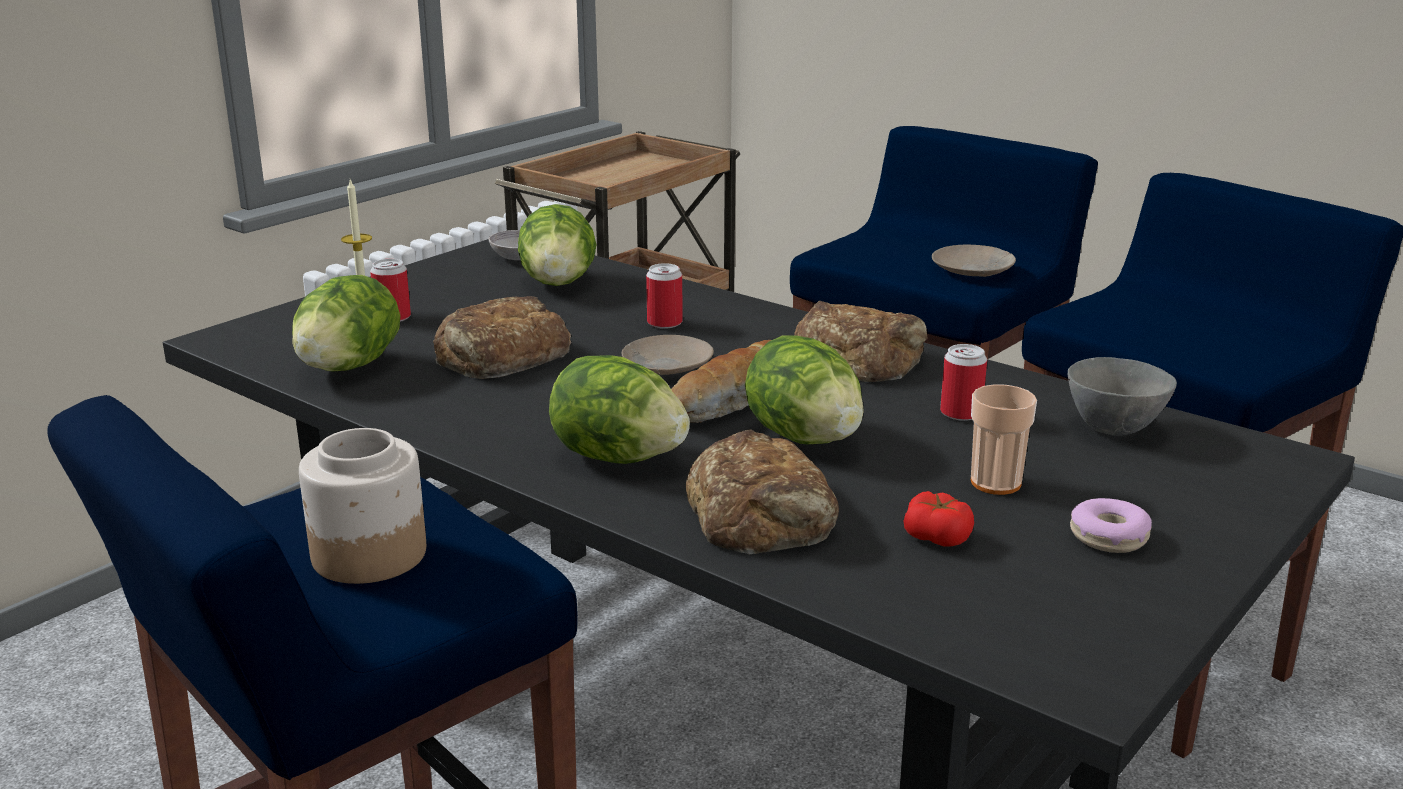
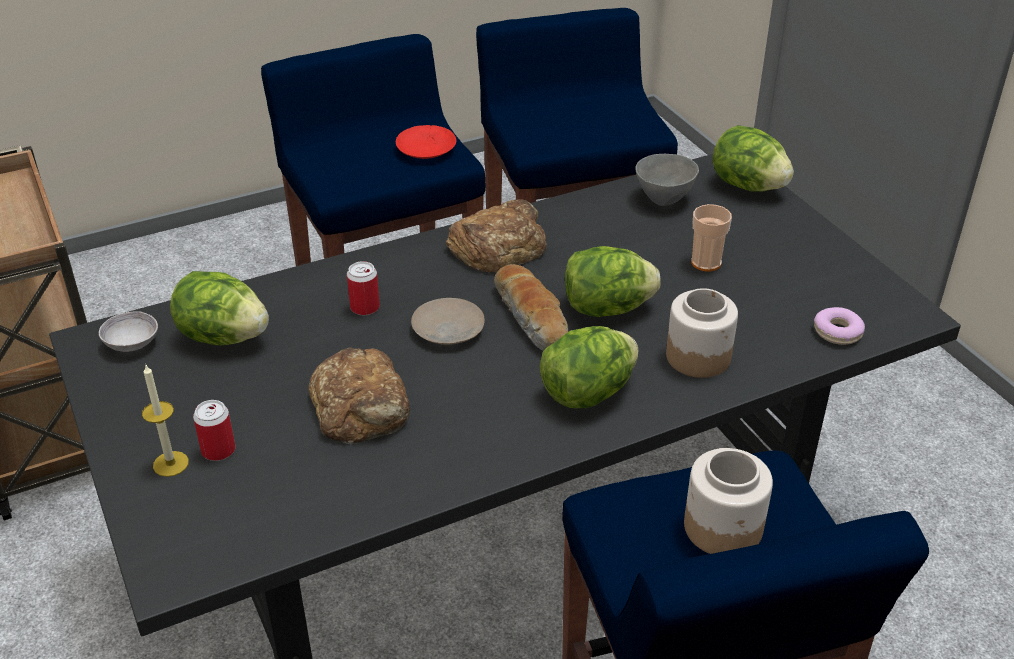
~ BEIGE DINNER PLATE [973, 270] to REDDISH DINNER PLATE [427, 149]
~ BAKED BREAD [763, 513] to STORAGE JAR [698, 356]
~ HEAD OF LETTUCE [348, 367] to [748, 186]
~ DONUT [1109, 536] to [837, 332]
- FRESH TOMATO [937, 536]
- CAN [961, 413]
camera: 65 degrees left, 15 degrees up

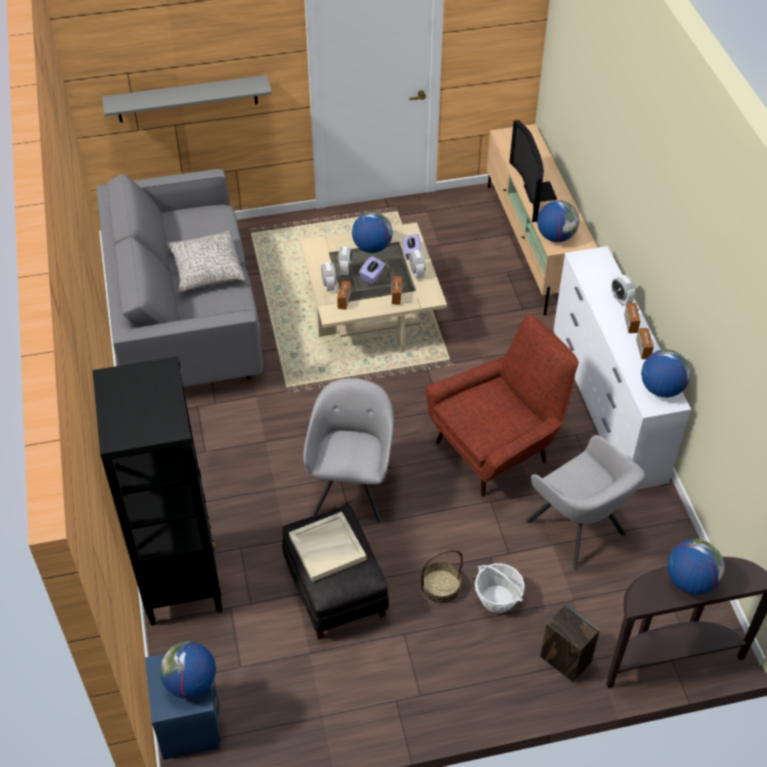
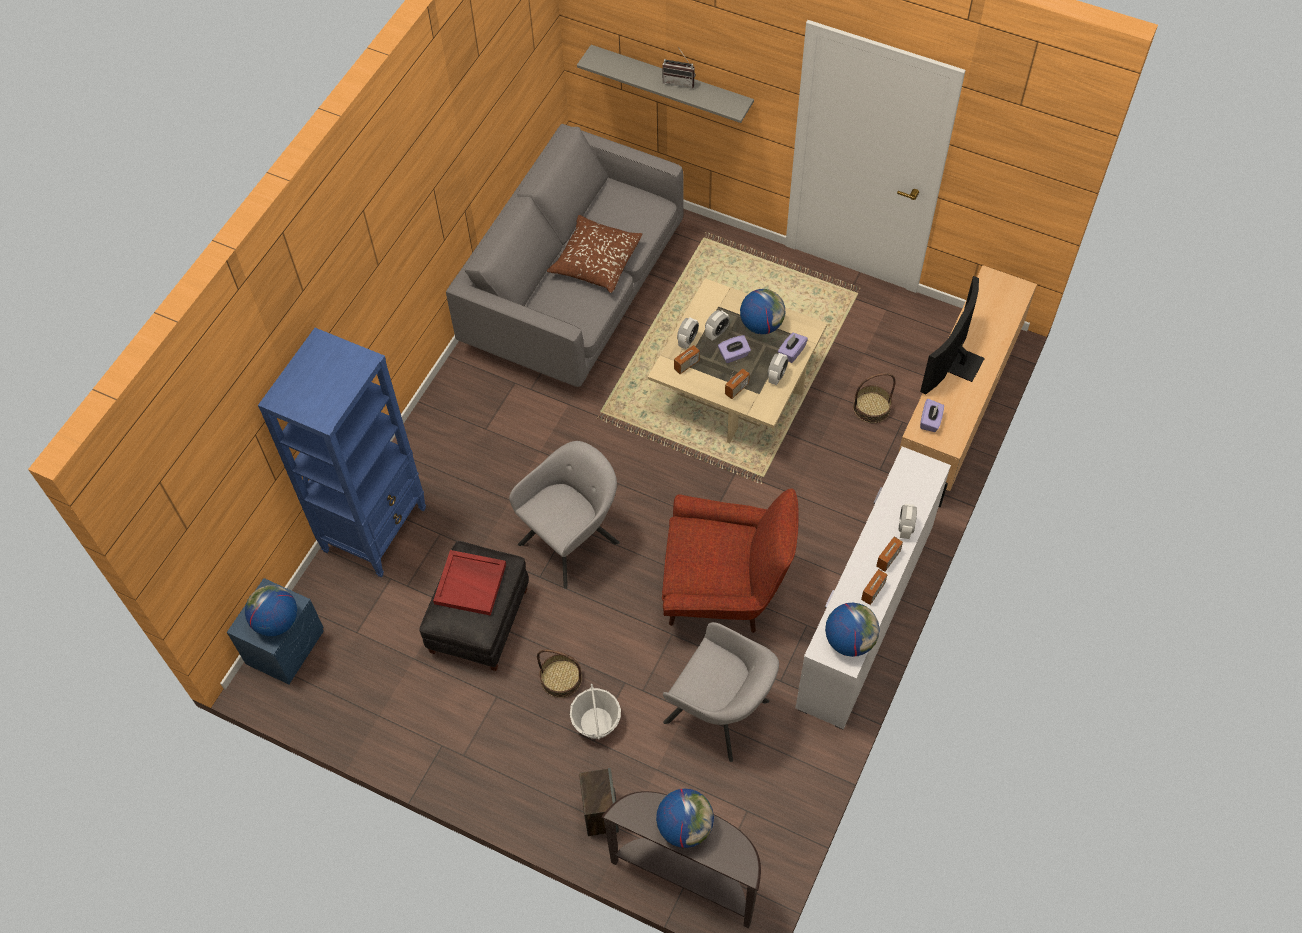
~ BLACK-COLOURED BOOKCASE [181, 579] to BLUE-COLOURED BOOKCASE [376, 529]
~ BEIGE TRAY [327, 547] to REDDISH TRAY [471, 583]
~ GREY PILLOW [206, 269] to BROWNISH PILLOW [596, 261]
+ RADIO [679, 81]
~ GREY ARMCHAIR [579, 531] = [721, 714] 60 degrees counterclockwise
+ STORAGE BASKET [871, 408]
~ GLOBE [556, 236] to PURPLE-COLOURED BOX OF TISSUES [930, 421]
camera: 40 degrees right, 10 degrees up

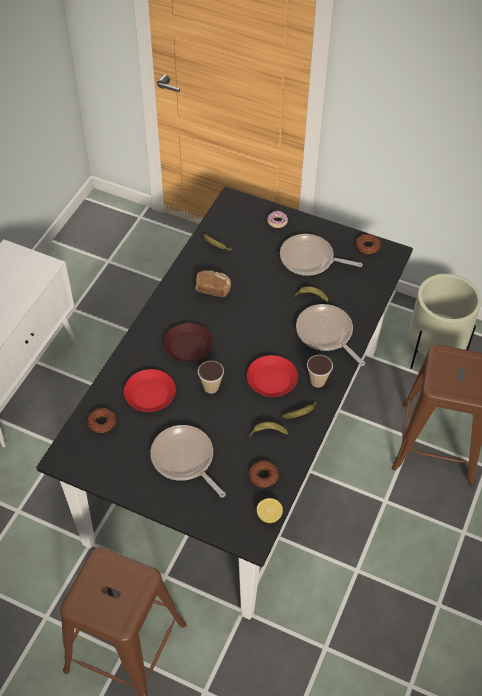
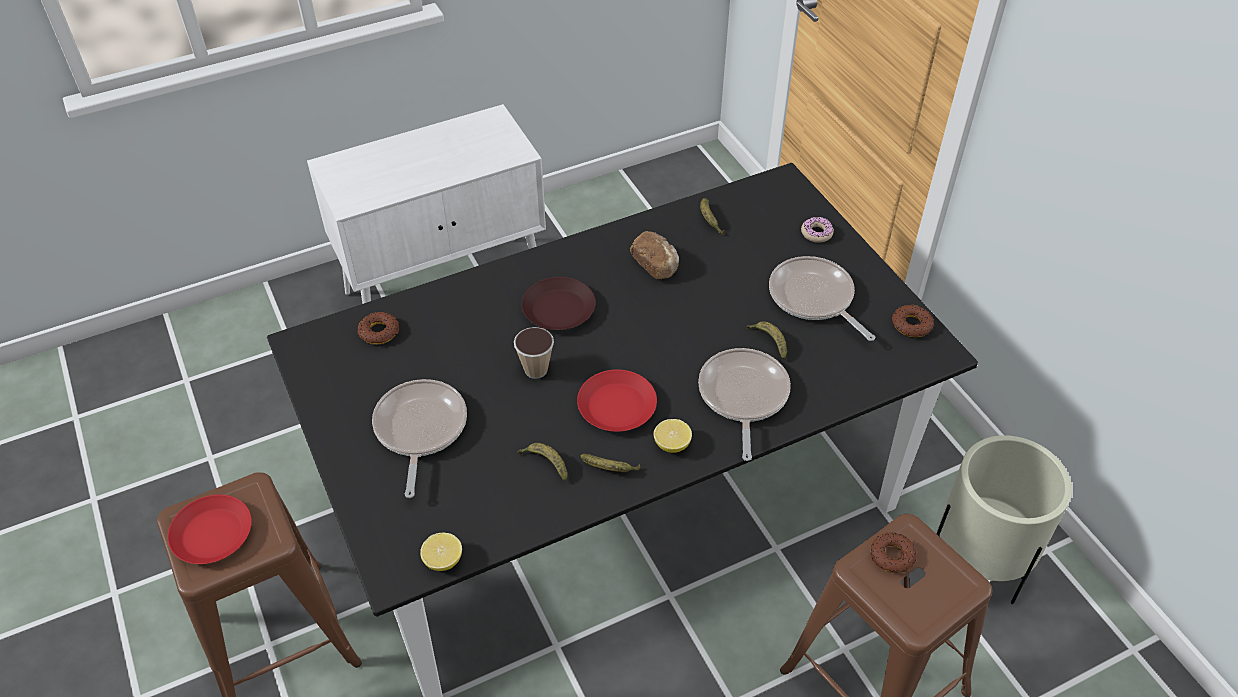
~ REDDISH DINNER PLATE [150, 394] to [213, 535]
~ CUP [317, 381] to CITRUS FRUIT [672, 444]
~ DONUT [263, 476] to [891, 556]
camera: 40 degrees right, 5 degrees down

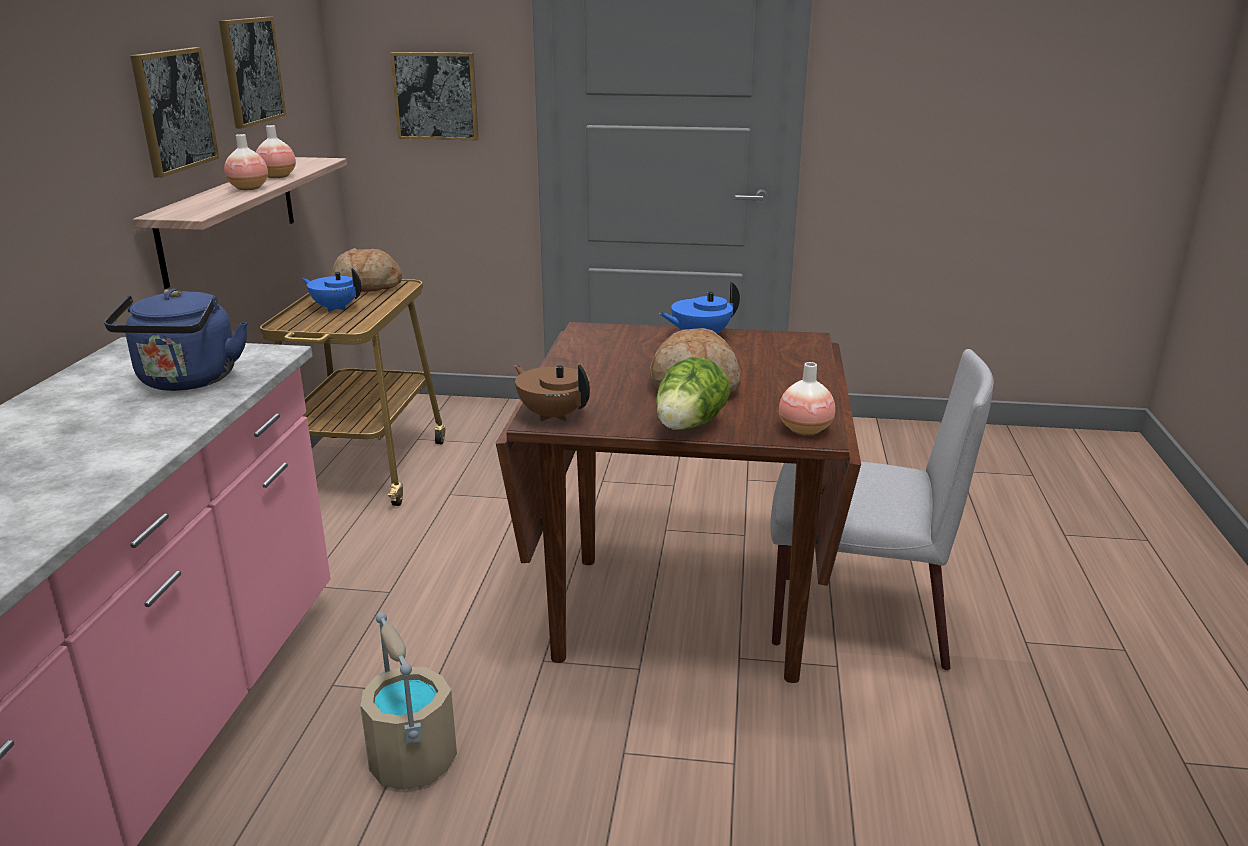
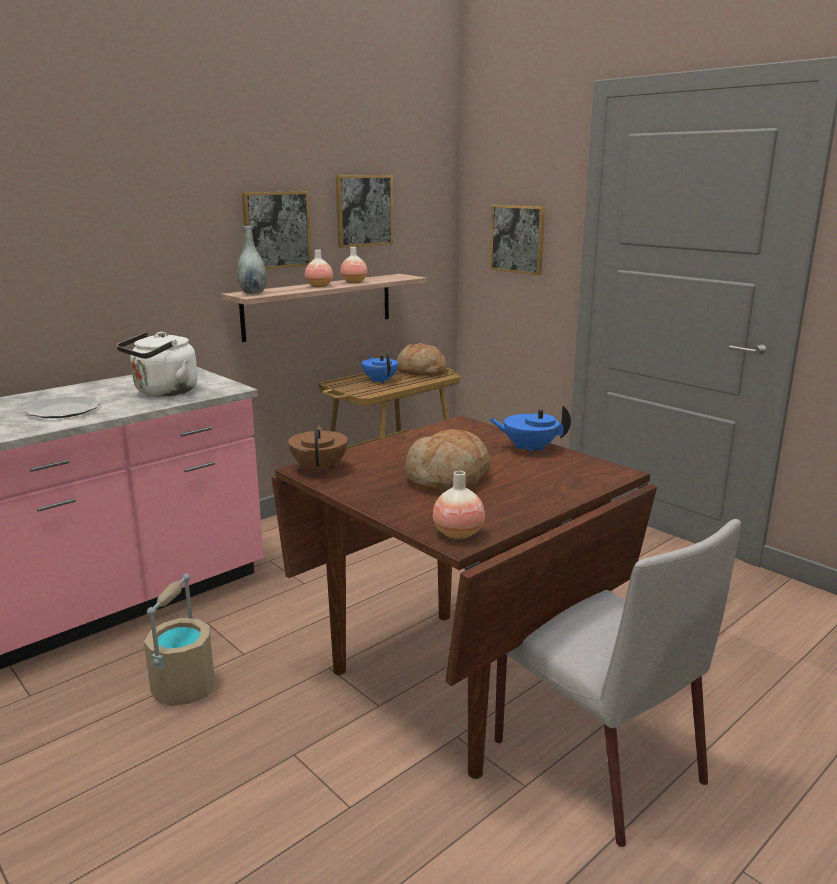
+ DINNER PLATE [65, 410]
~ BLUE-COLOURED TEA KETTLE [187, 382] to WHITE-COLOURED TEA KETTLE [163, 392]
+ GREY FLOWER VASE [253, 293]
- HEAD OF LETTUCE [688, 427]
camera: 40 degrees right, 5 degrees down

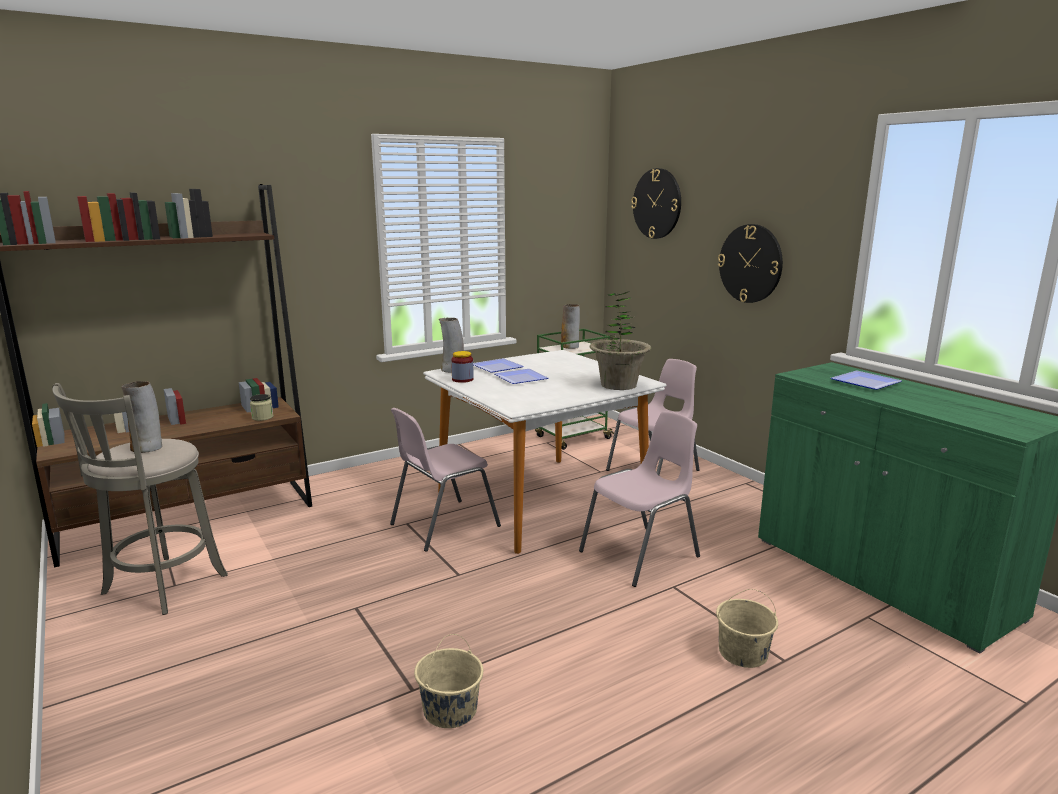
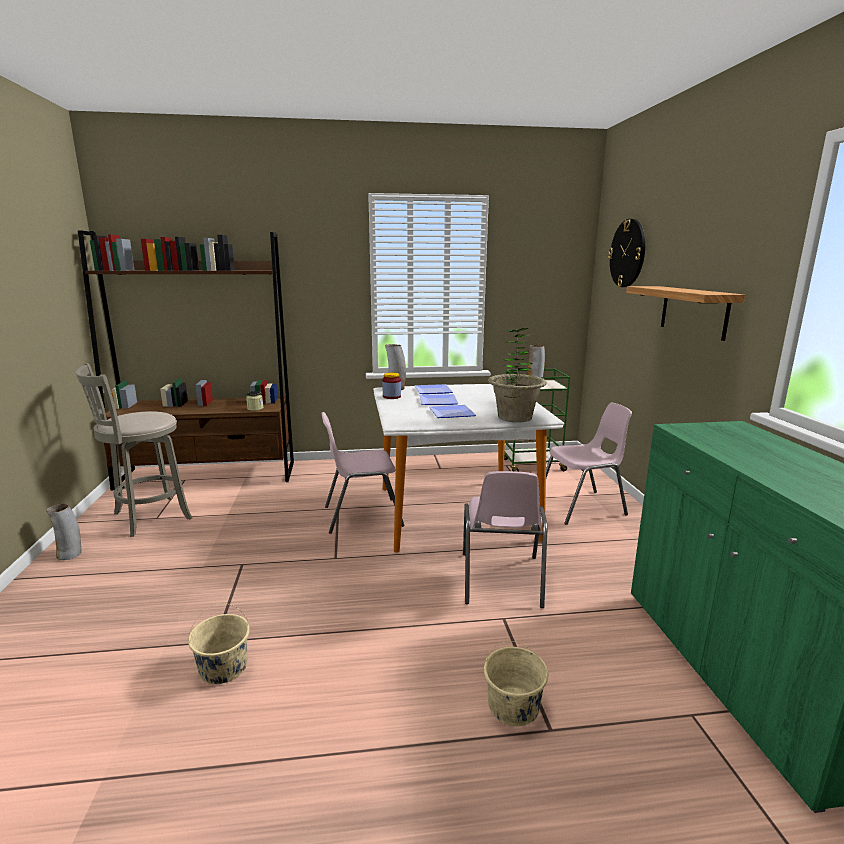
~ FLOWER VASE [147, 448] to [70, 554]
~ DINNER PLATE [862, 383] to [450, 413]
~ PINKISH CHAIR [641, 554] = [501, 580] 105 degrees clockwise
~ HANGING CLOCK [750, 263] to SHELF [693, 311]
camera: 25 degrees right, 0 degrees up

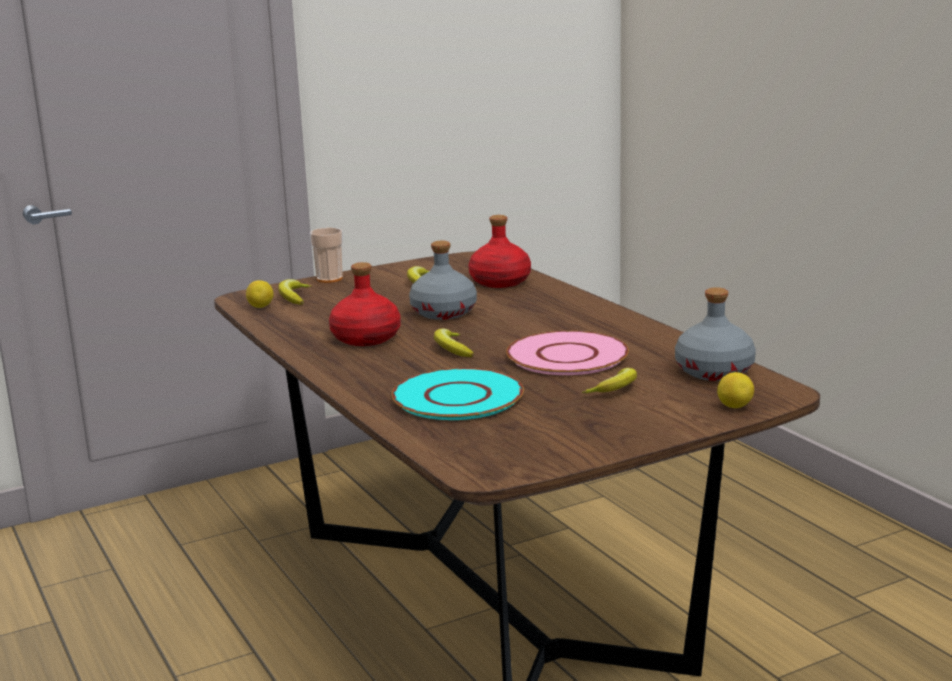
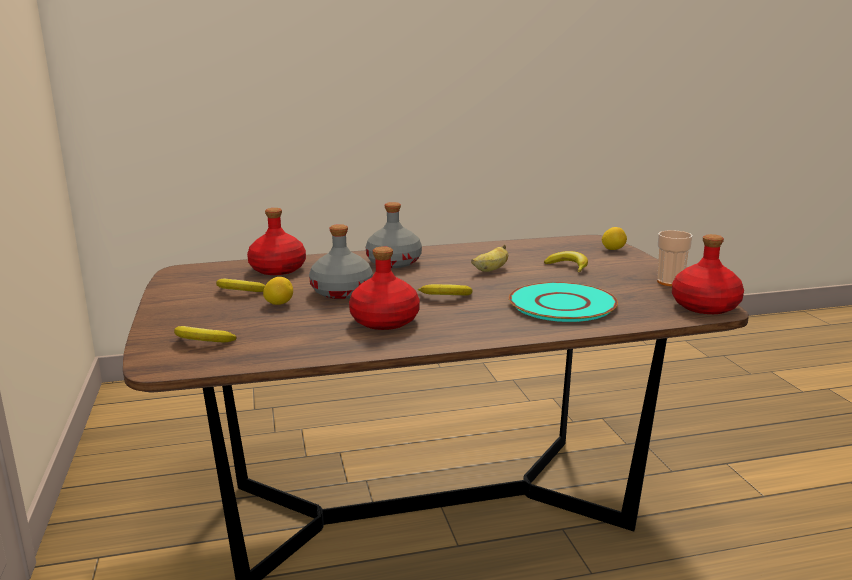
~ CITRUS FRUIT [261, 307] to [279, 304]
~ GREY BOTTLE [714, 372] to [394, 262]
~ PINKISH DINNER PLATE [568, 356] to WHOLE BANANA [491, 270]
~ CUP [329, 279] to [670, 282]
+ REDDISH BOTTLE [704, 306]
camera: 75 degrees left, 0 degrees up

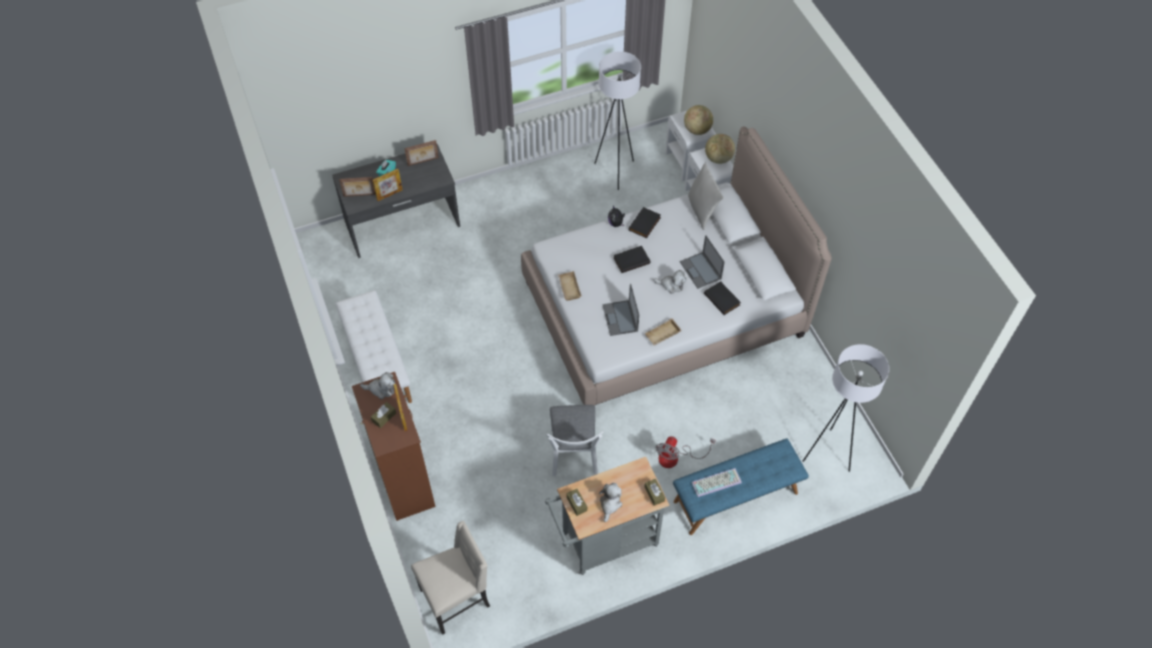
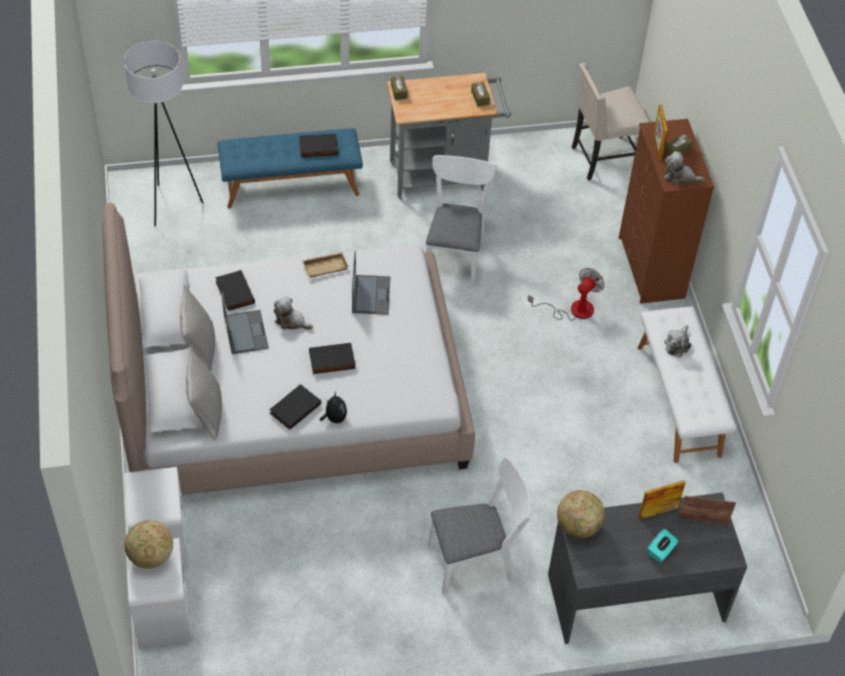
+ GREY PILLOW [200, 349]
~ COMPUTER KEYBOARD [716, 481] to BLACK-COLOURED BOUND BOOK [318, 148]
+ WHITE-COLOURED CHAIR [477, 560]
~ FAN [675, 457] to [573, 310]
~ GLOBE [718, 158] to [578, 526]
~ SOFT TOY [610, 504] to [677, 344]
- STANDING FRAME [423, 162]
- BEIGE TRAY [568, 287]
- WHITE-COLOURED STANDARD LAMP [615, 172]
camera: 170 degrees left, 5 degrees down

